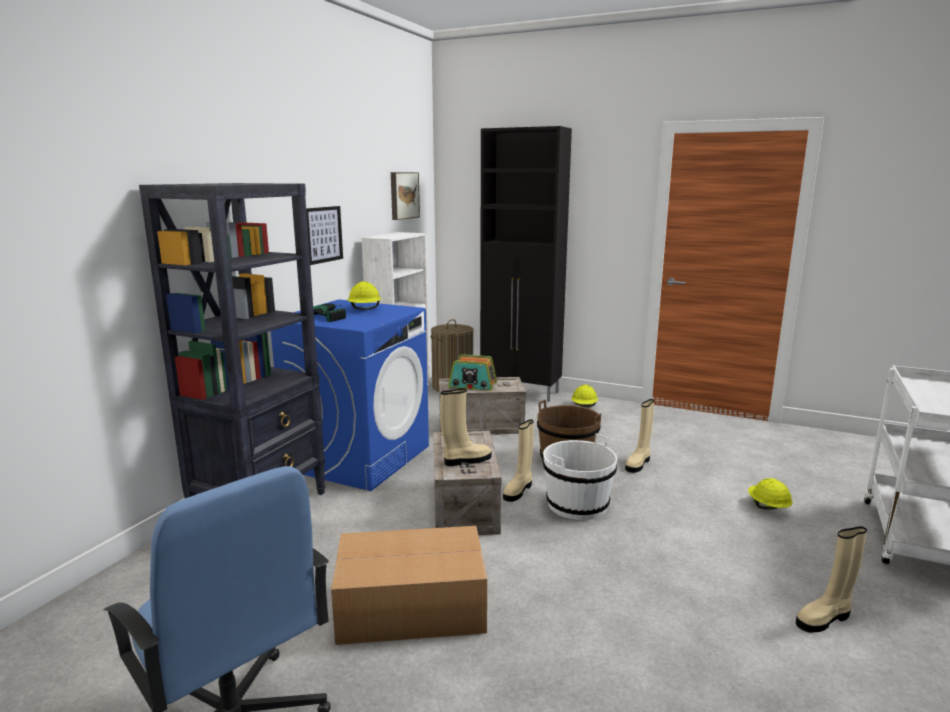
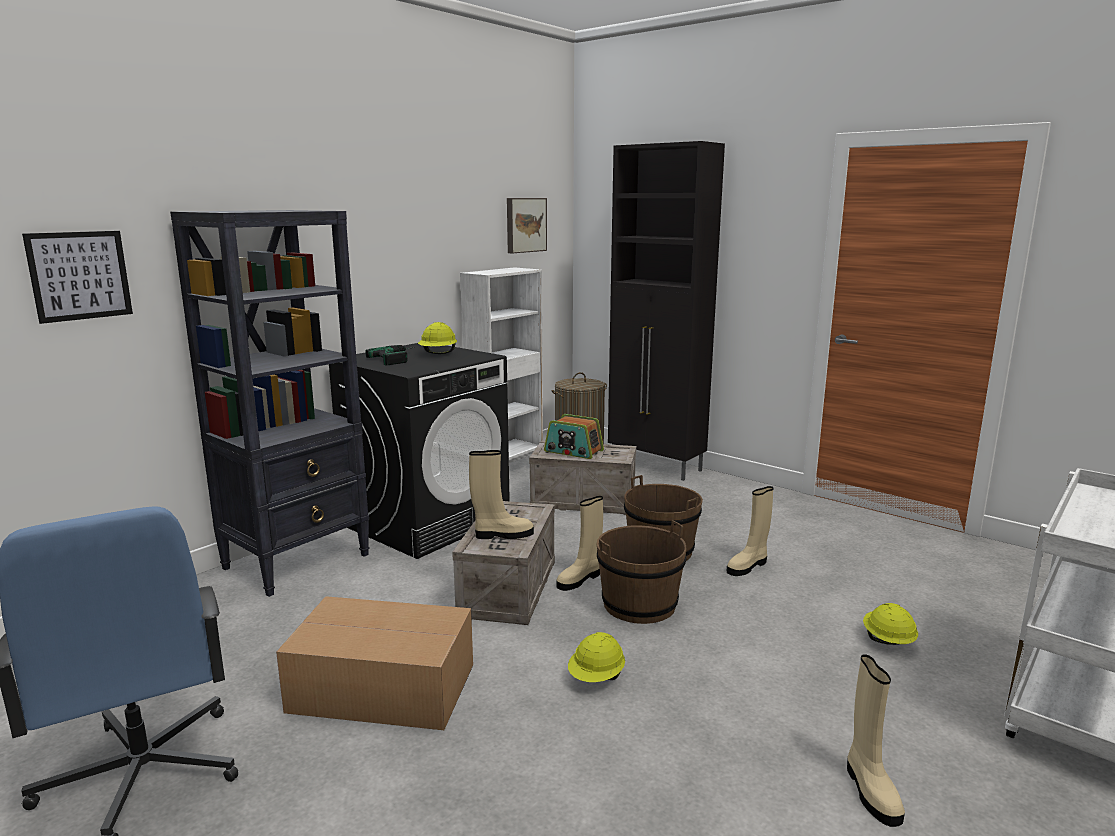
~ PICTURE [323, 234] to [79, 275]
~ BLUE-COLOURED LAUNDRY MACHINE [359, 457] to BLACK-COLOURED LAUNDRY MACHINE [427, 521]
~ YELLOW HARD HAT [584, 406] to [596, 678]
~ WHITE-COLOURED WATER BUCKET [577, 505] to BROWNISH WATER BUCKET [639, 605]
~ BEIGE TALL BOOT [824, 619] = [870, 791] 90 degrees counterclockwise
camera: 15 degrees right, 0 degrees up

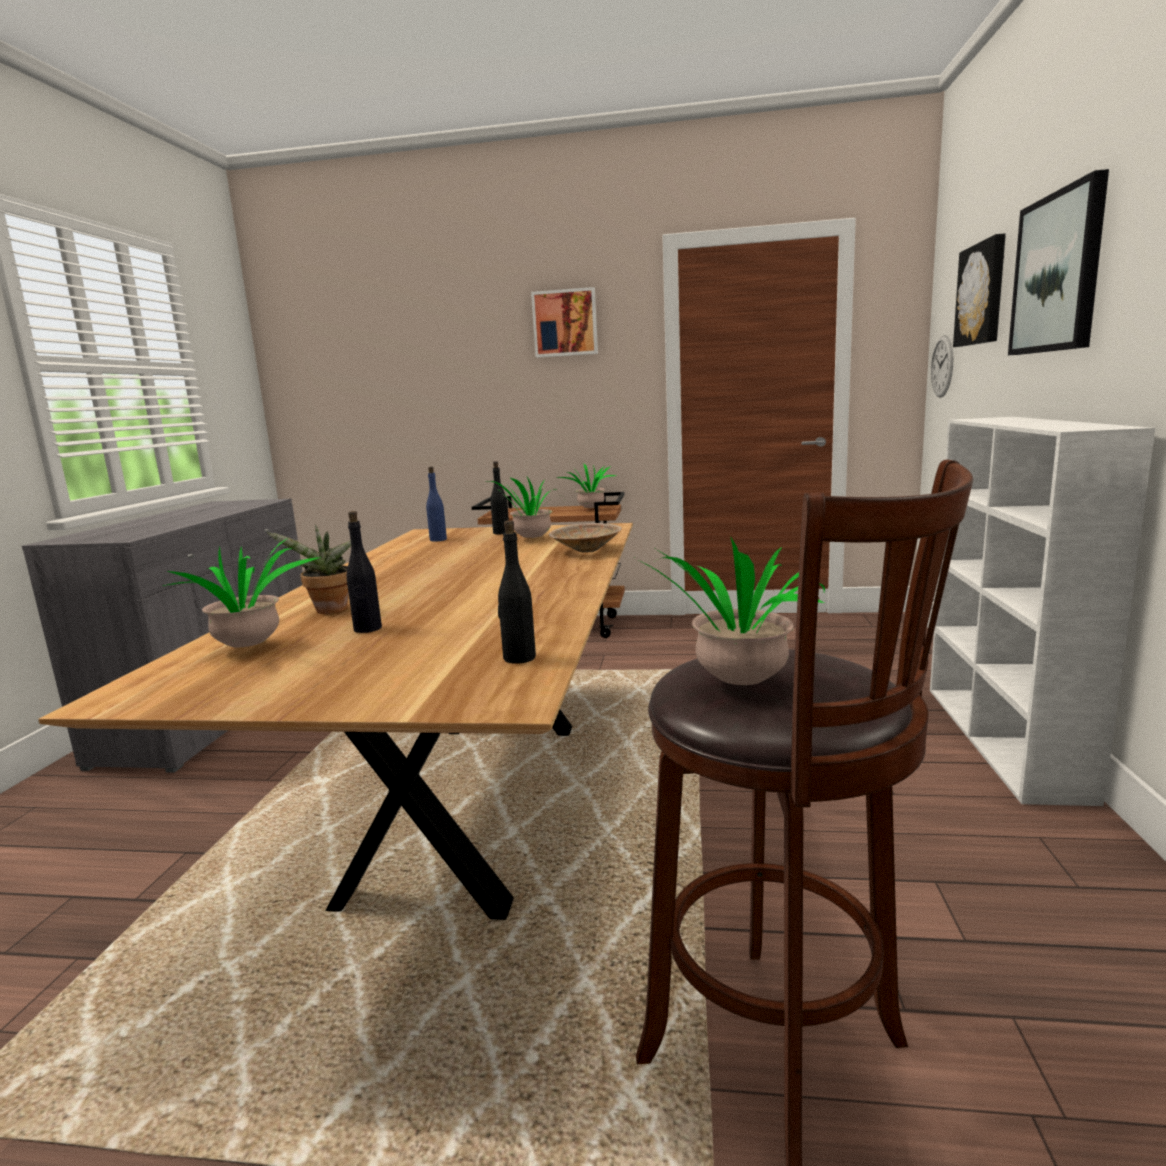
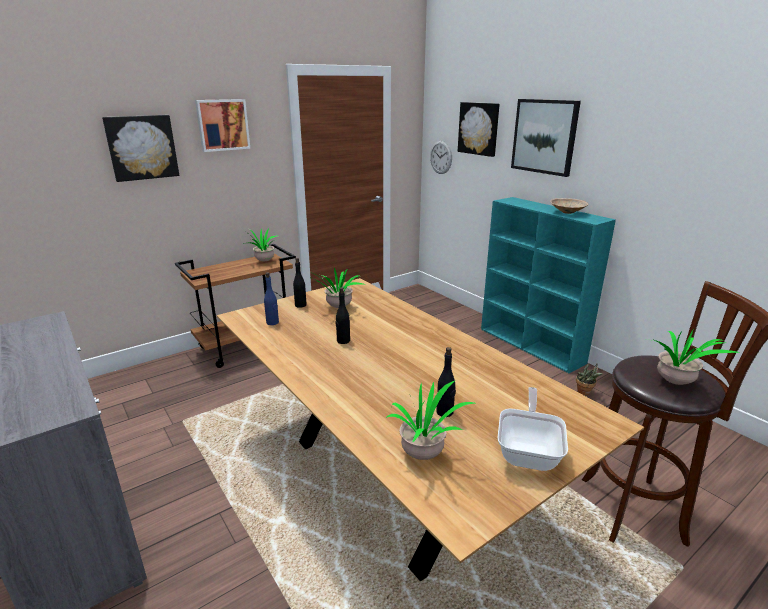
+ PICTURE [142, 147]
~ BLACK-COLOURED BOTTLE [519, 658] to [343, 341]
~ WHITE-COLOURED BOOKCASE [1004, 740] to TURQUOISE-COLOURED BOOKCASE [531, 346]
+ FRYING PAN [529, 451]
~ BEIGE SERVING BOWL [585, 551] to [567, 213]
~ HOUSEPLANT [329, 611] to [585, 393]
camera: 45 degrees left, 10 degrees up

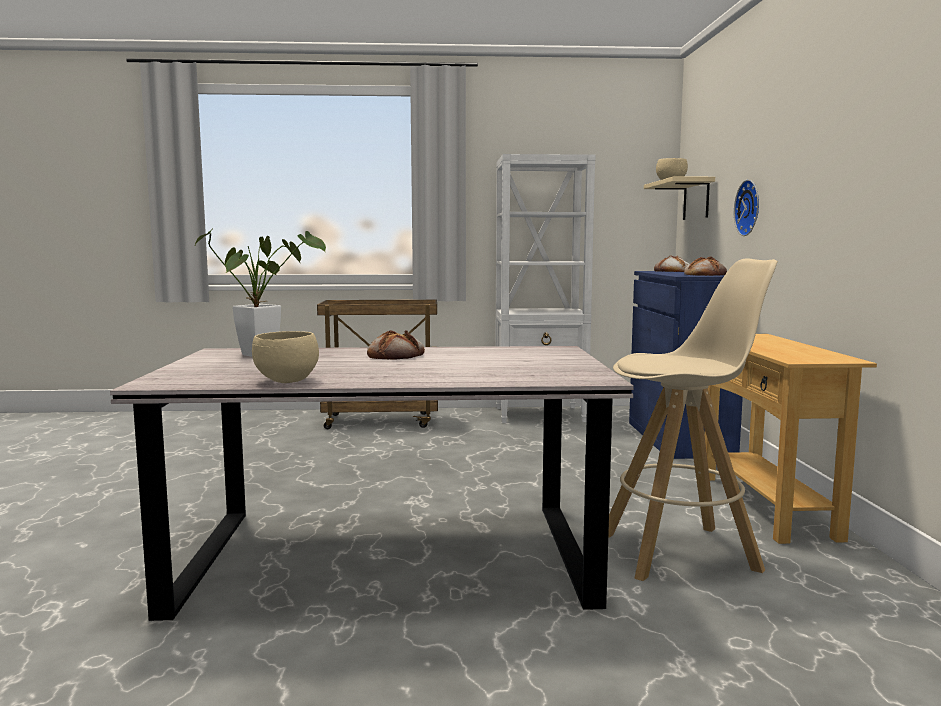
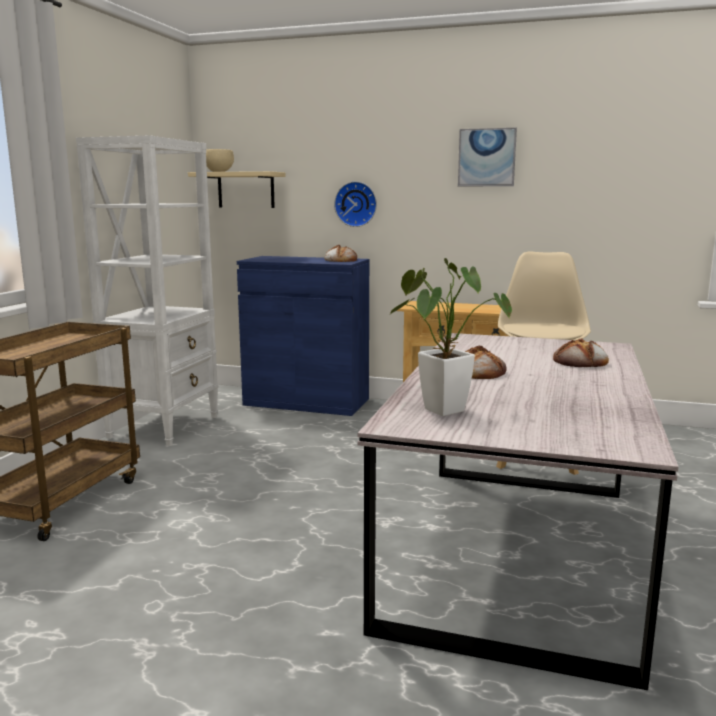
+ PICTURE [486, 157]
~ BAKED BREAD [672, 271] to [581, 362]
- BEIGE SERVING BOWL [287, 381]
camera: 70 degrees left, 5 degrees up

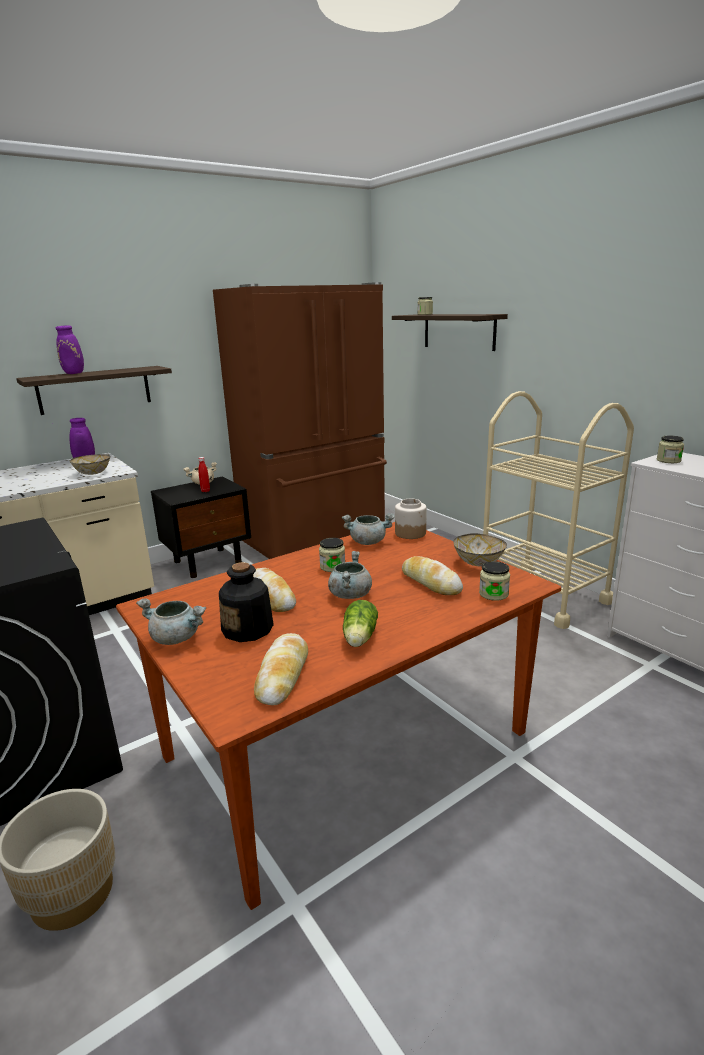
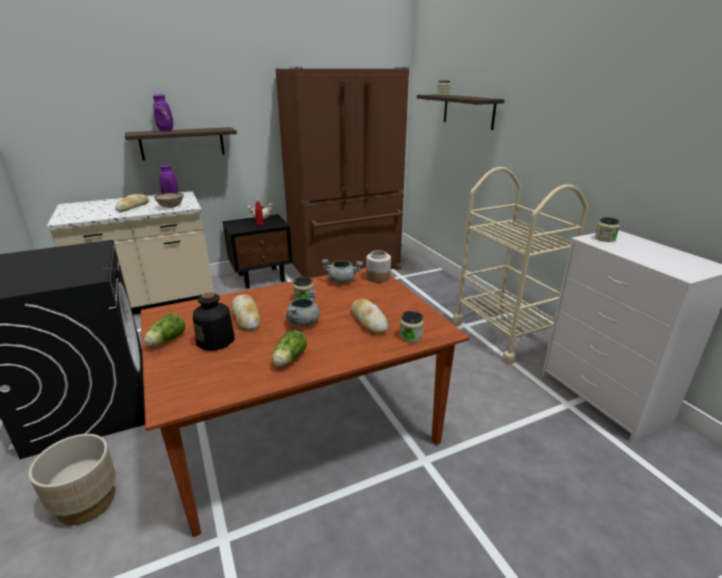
~ BAKED BREAD [282, 675] to [133, 207]
~ GREY SAUCEPOT [177, 638] to HEAD OF LETTUCE [165, 341]
- SERVING BOWL [479, 563]
camera: 10 degrees right, 5 degrees up

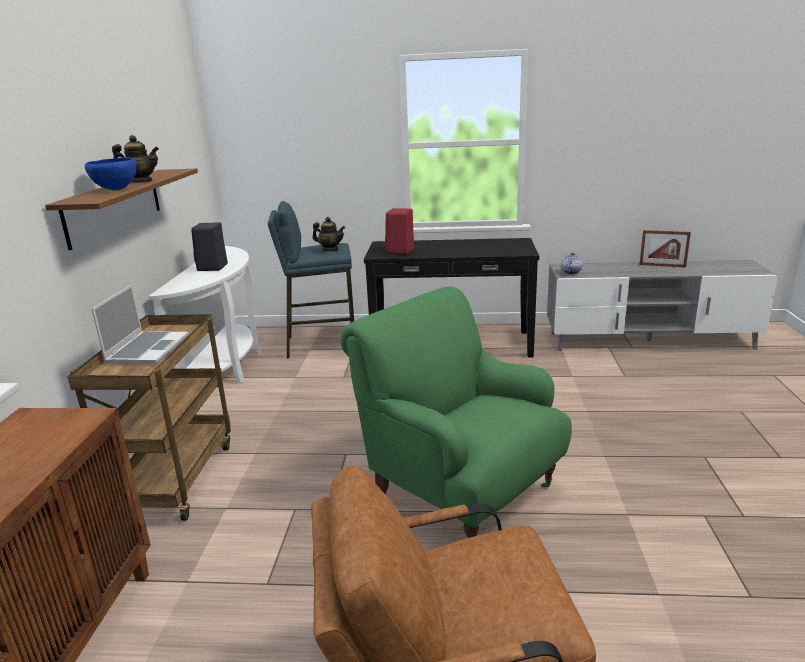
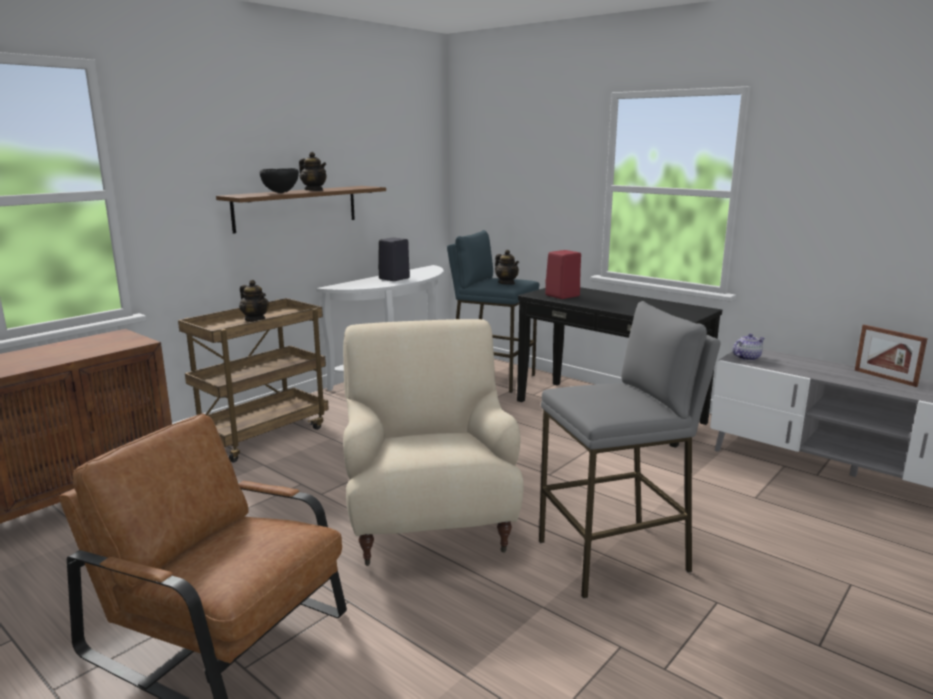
~ NOTEBOOK COMPUTER [147, 349] to POT FOR TEA [255, 320]
~ BLUE-COLOURED SERVING BOWL [116, 190] to BLACK-COLOURED SERVING BOWL [281, 193]
~ GREENISH ARMCHAIR [460, 491] to BEIGE ARMCHAIR [429, 523]
+ GREY SITTING STOOL [614, 557]
camera: 35 degrees right, 5 degrees down

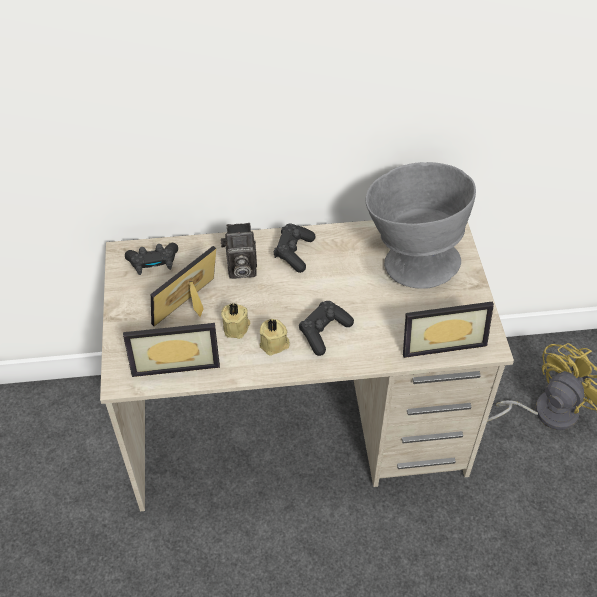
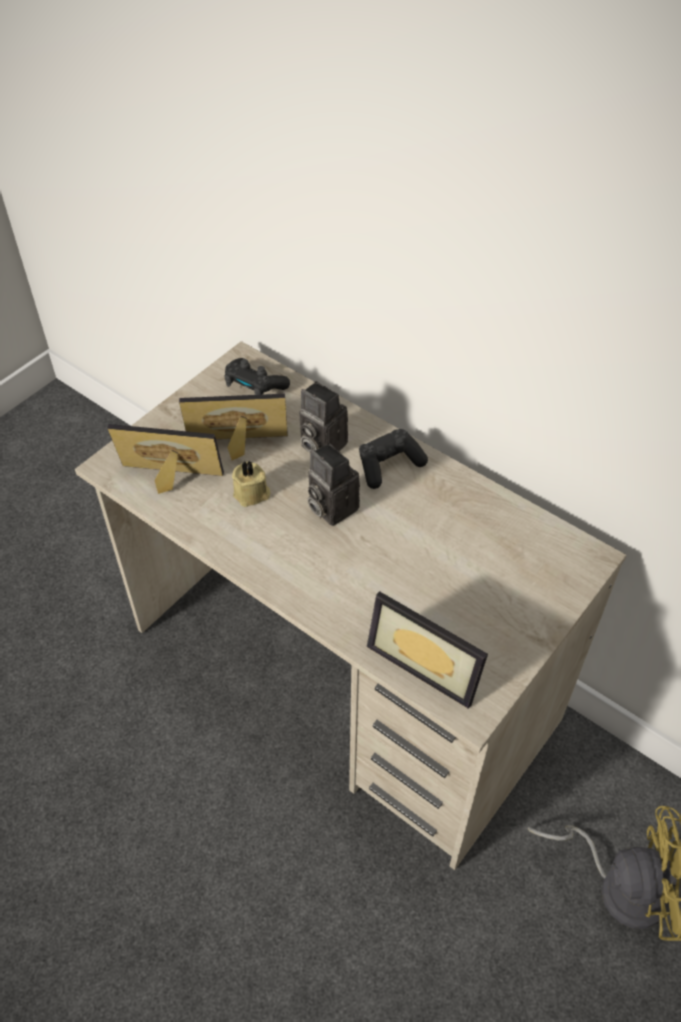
~ STANDING FRAME [175, 359] = [169, 481] 150 degrees clockwise
+ STILL CAMERA [330, 507]
- BEIGE WAX CANDLE [274, 344]
- BLACK-COLOURED GAME CONTROLLER [324, 332]
- GREY SERVING BOWL [411, 258]
camera: 45 degrees right, 0 degrees up

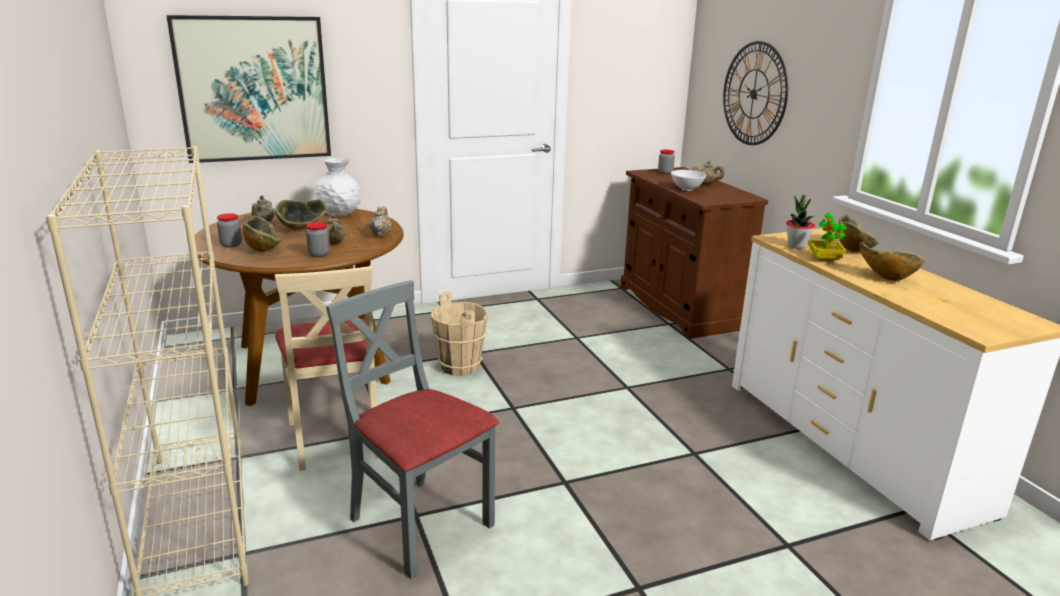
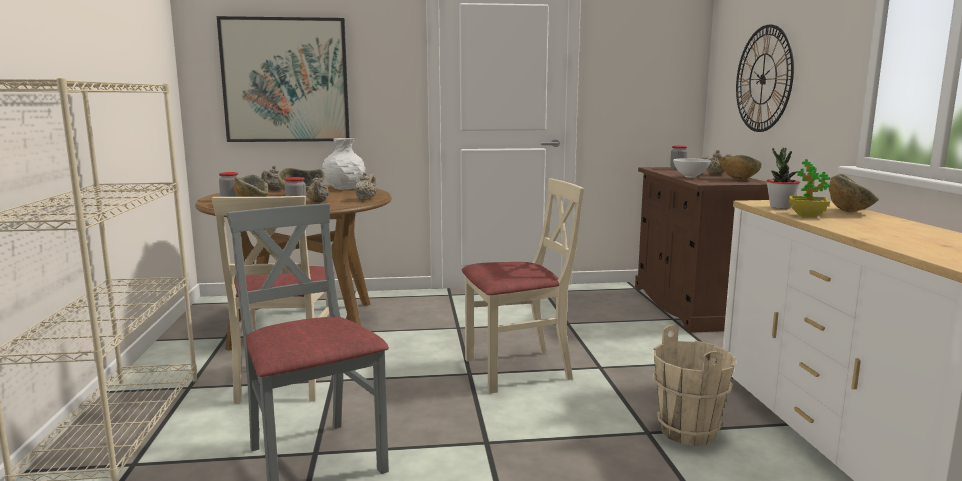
+ BEIGE CHAIR [517, 370]
~ BEIGE WATER BUCKET [460, 366] to [688, 431]
~ SERVING BOWL [885, 278] to [736, 179]
camera: 15 degrees right, 10 degrees down

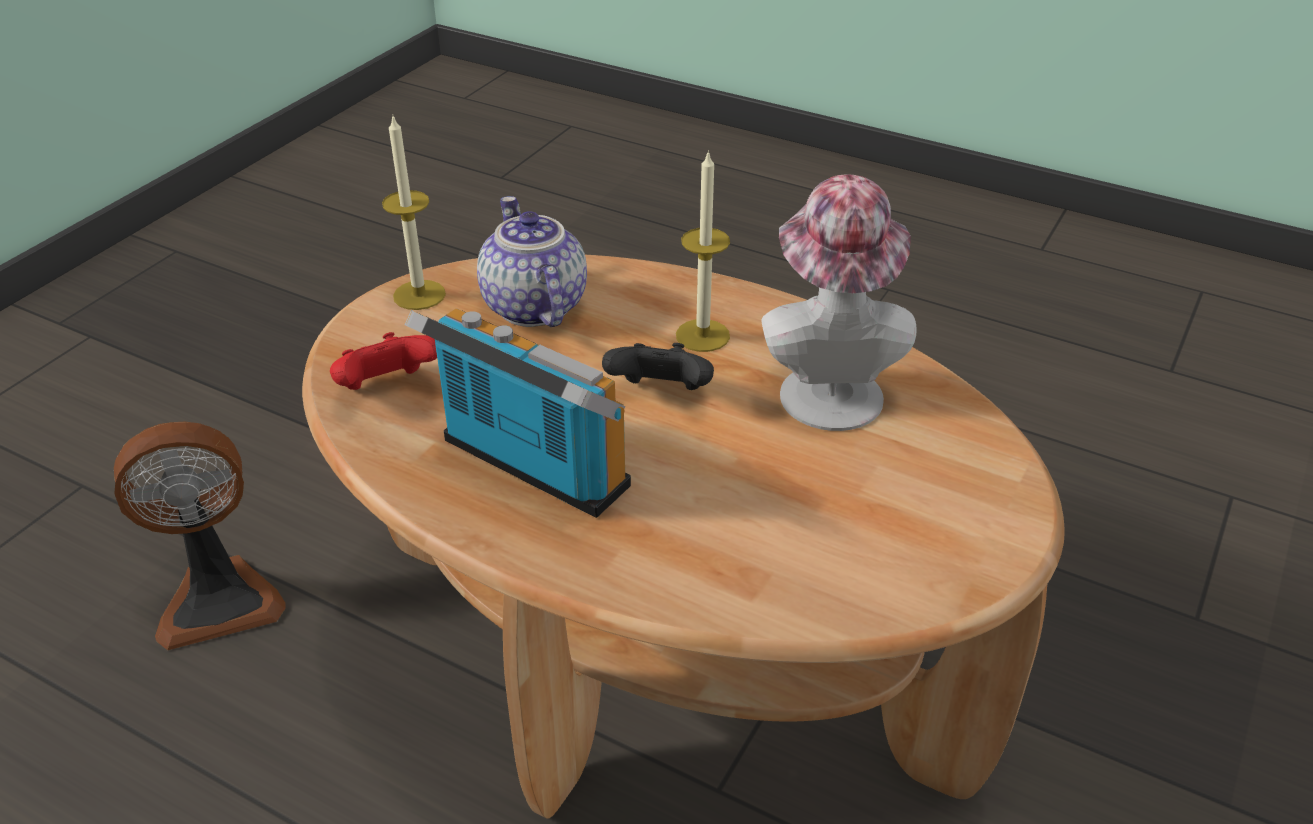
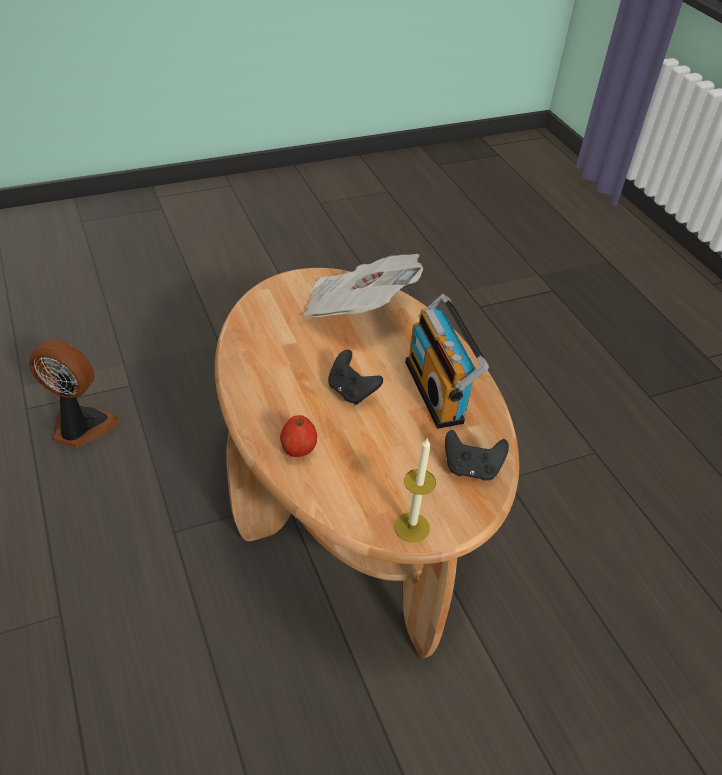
~ FAN [219, 599] to [80, 427]
+ WHOLE APPLE [298, 450]
+ PRINTED PAPER [357, 310]
~ REDDISH GAME CONTROLLER [387, 388] to BLACK-COLOURED GAME CONTROLLER [471, 468]
- POT FOR TEA [531, 307]
- WAX CANDLE [702, 335]
- HAT [827, 388]
camera: 145 degrees left, 5 degrees up

